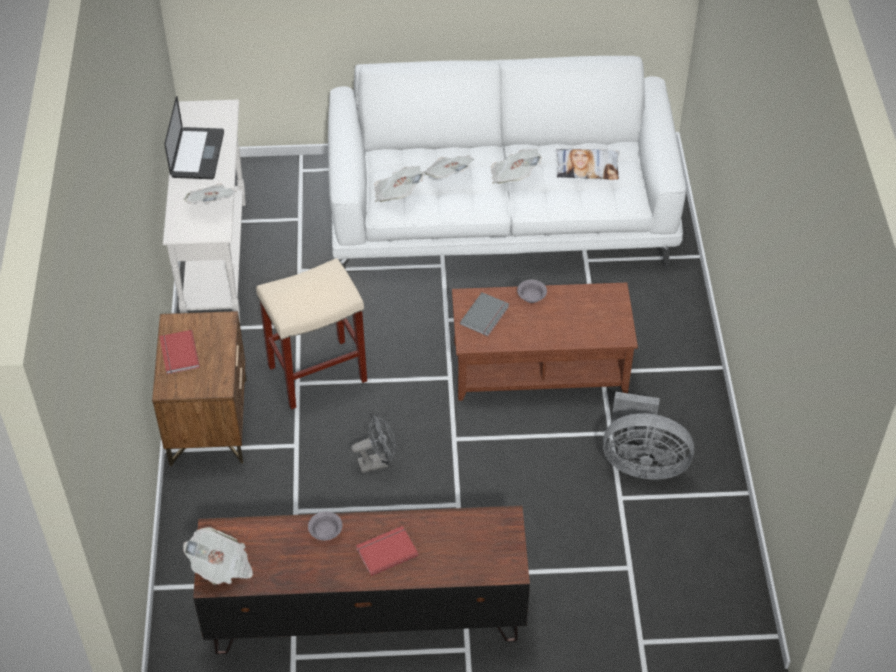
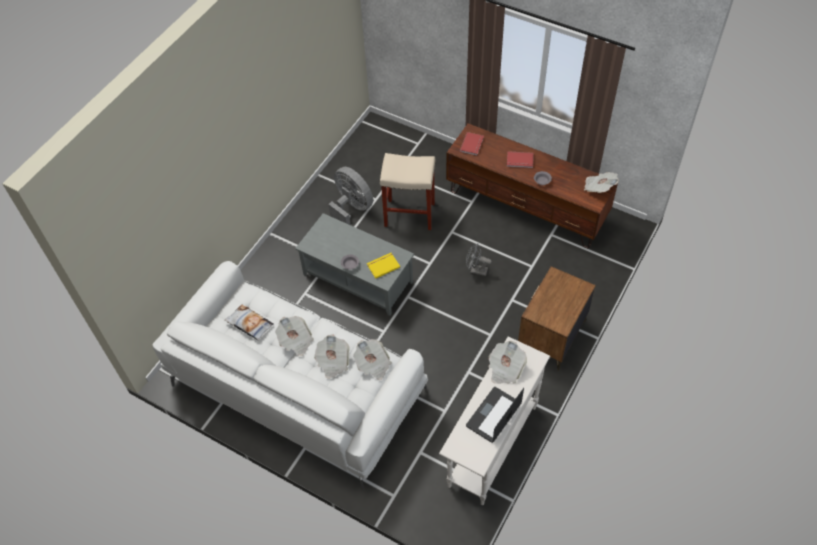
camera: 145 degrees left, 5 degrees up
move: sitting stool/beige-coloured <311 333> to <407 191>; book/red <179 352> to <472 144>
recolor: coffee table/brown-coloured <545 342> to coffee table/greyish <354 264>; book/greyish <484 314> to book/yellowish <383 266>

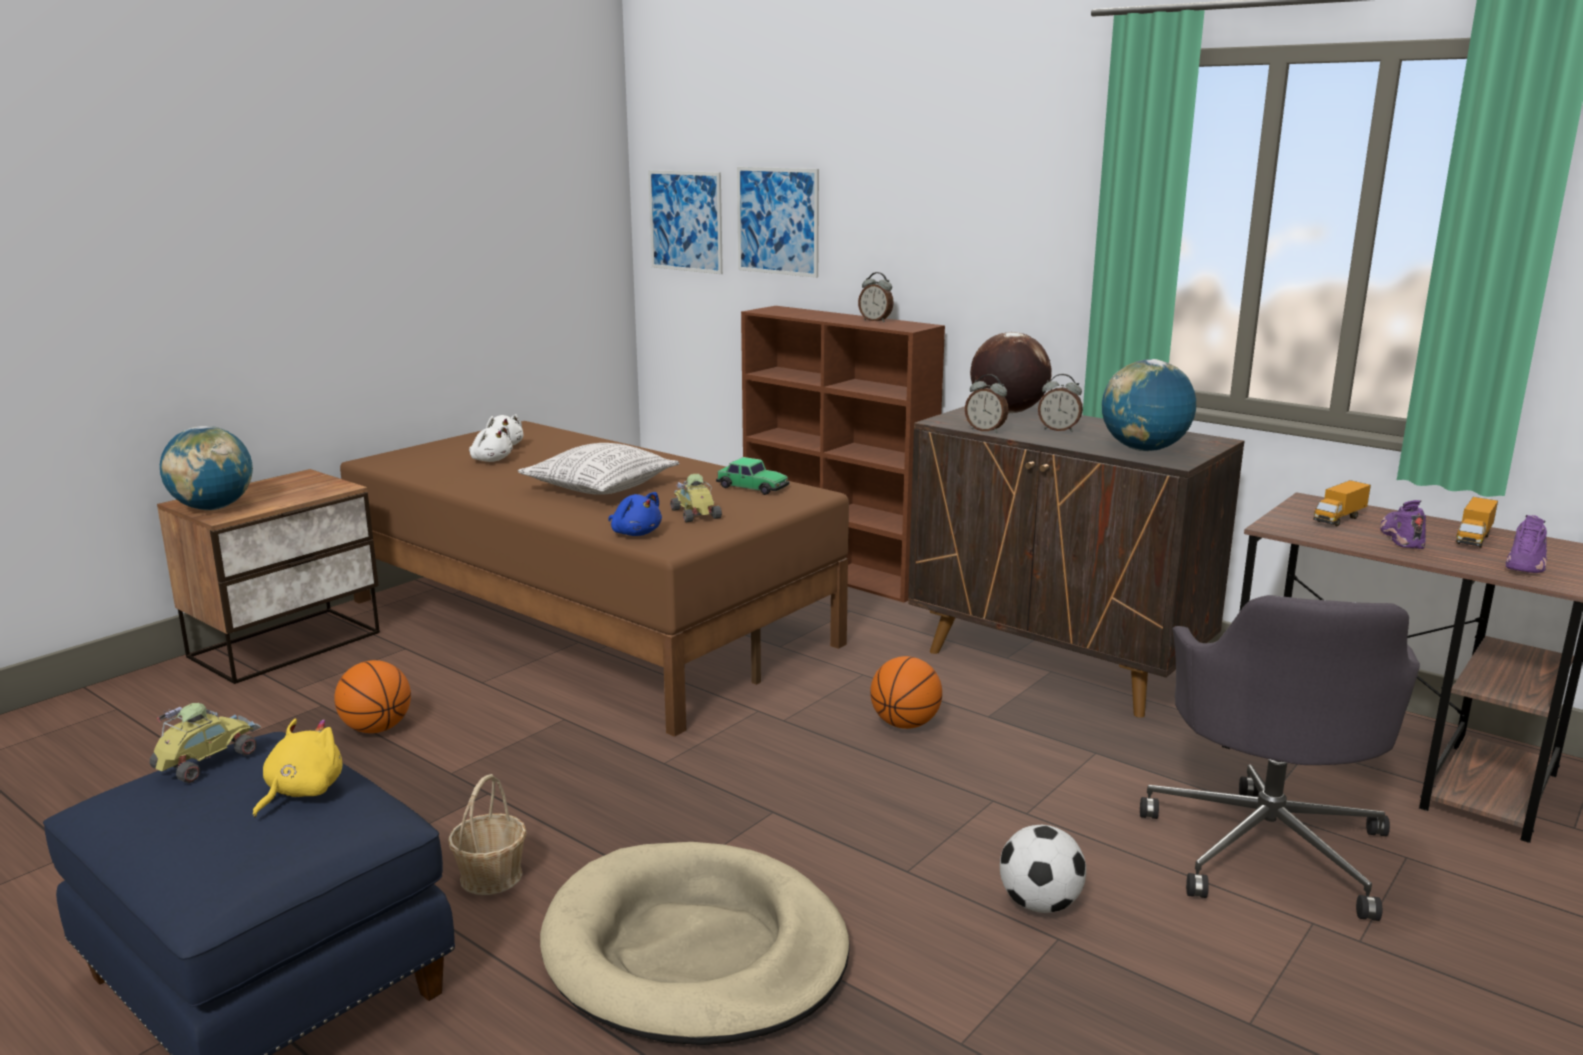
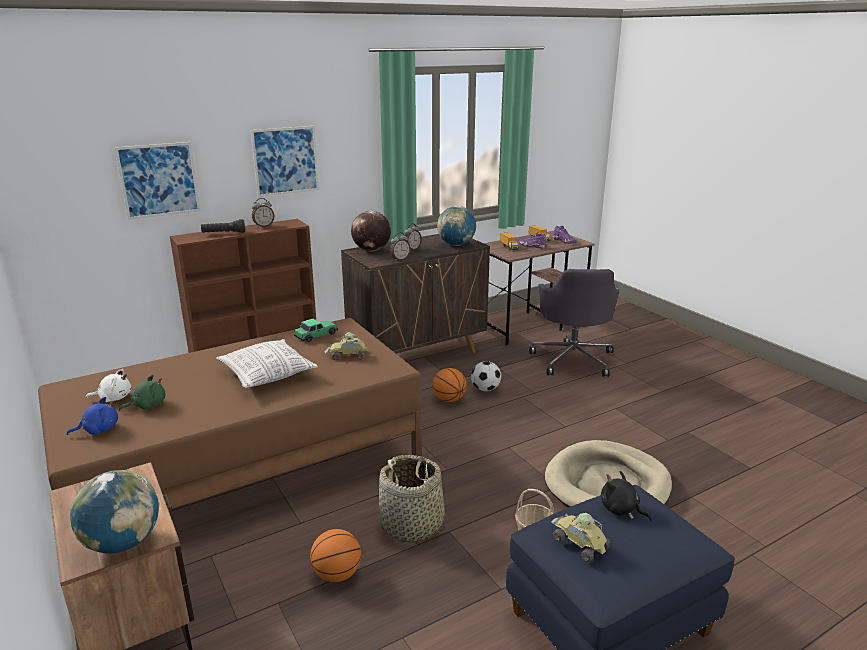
camera: 70 degrees left, 5 degrees up
insert: torch/black <223 226>; household basket <413 499>
move: wall picture <685 222> to <285 161>; soft toy/blue-coloured <635 514> to <92 416>; ball for football <1043 869> to <486 376>
recolor: soft toy/whitish <491 443> to soft toy/green <142 393>; soft toy/yellowish <298 768> to soft toy/black <626 496>
rotate: computer chair/greyish <1280 758> = <574 323> 60 degrees clockwise

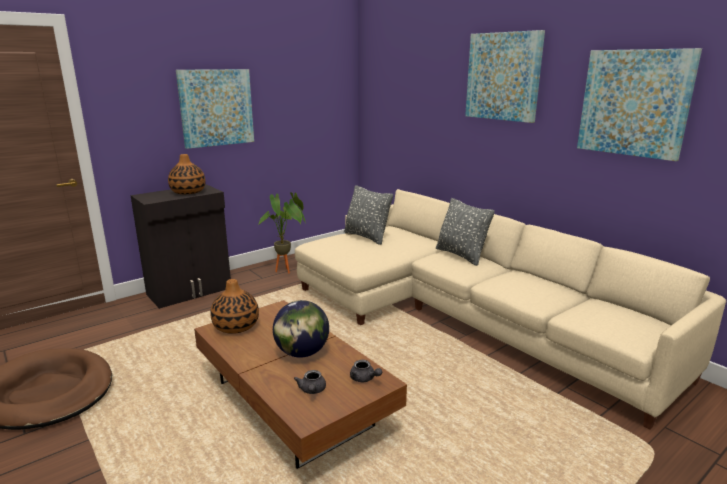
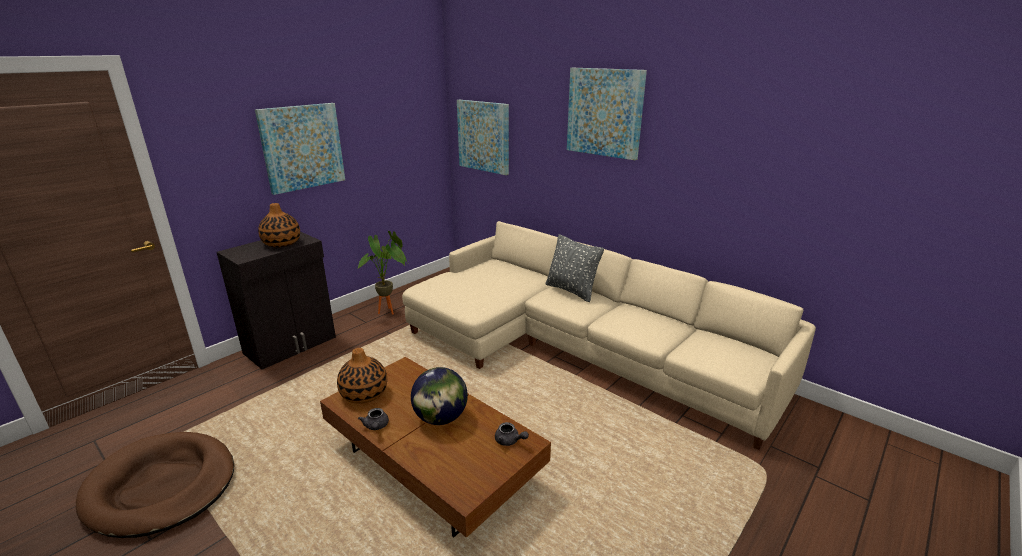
camera: 10 degrees left, 5 degrees up
delete: pillow/greyish <368 215>
move: wall picture <639 104> to <483 137>; pot for tea/greyish <310 382> to <373 419>

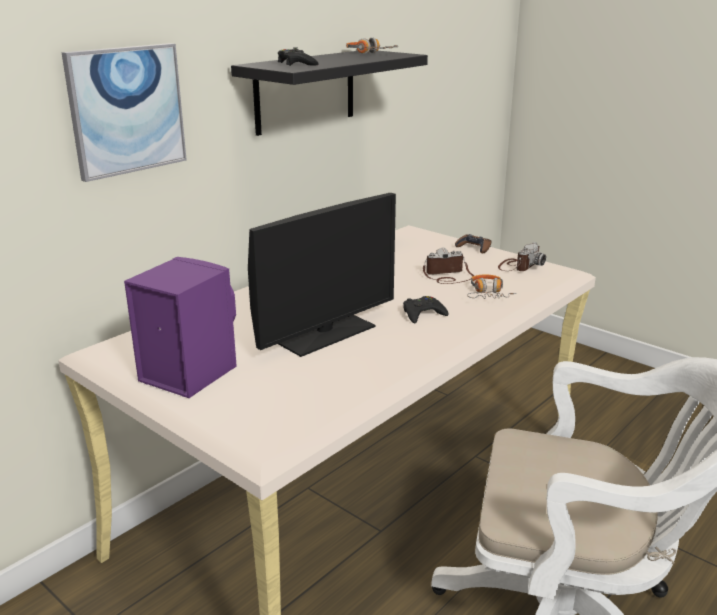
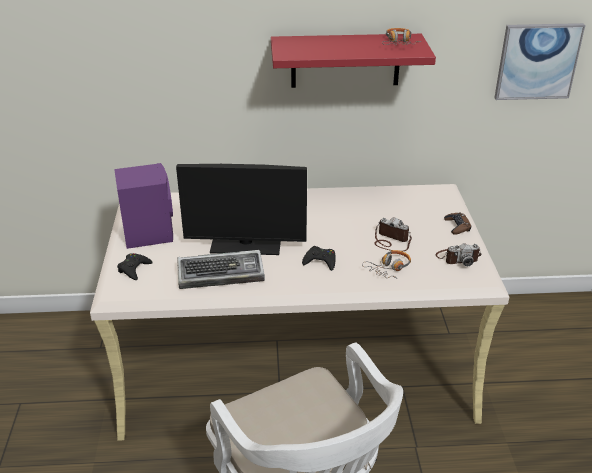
camera: 45 degrees right, 10 degrees up
insert: PC keyboard <221 269>
move: wall picture <124 112> to <539 61>; gamepad/black <298 56> to <135 266>
recolor: shelf/black <329 93> to shelf/red <353 61>

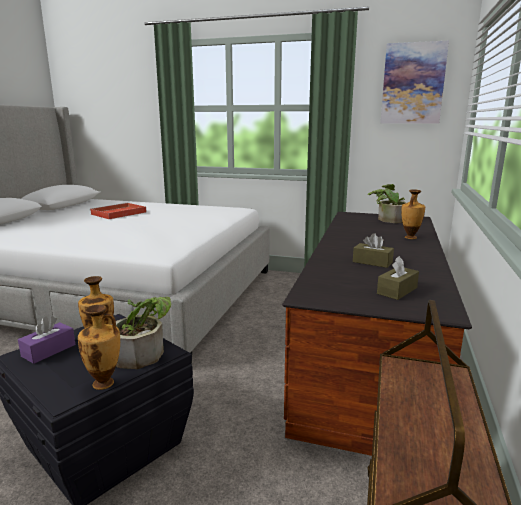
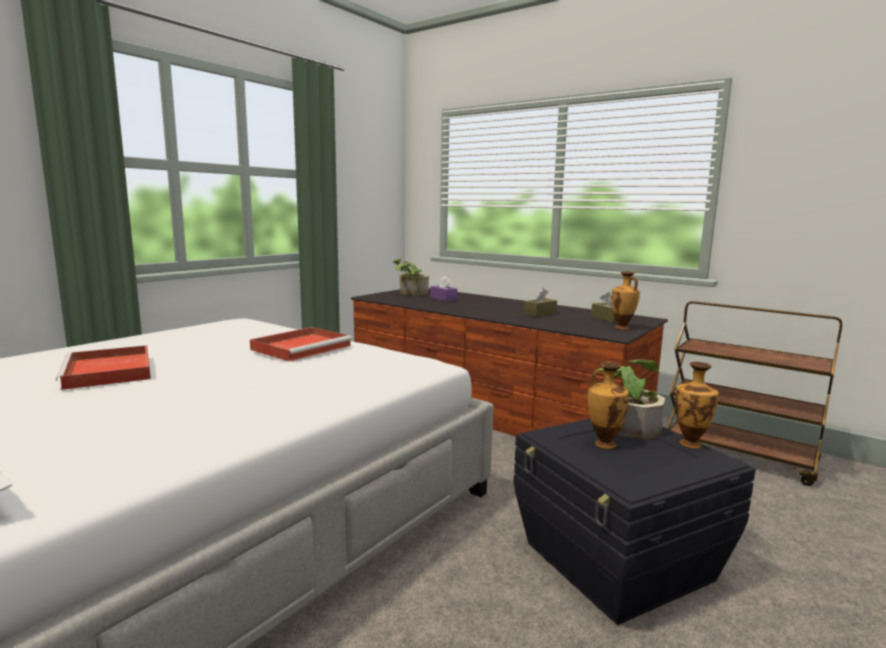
camera: 70 degrees left, 5 degrees down
delete: wall picture <415 82>
insert: carrying tray/red <301 344>
move: vase <413 214> to <626 300>; box of tissues/purple-coloured <46 340> to <444 289>

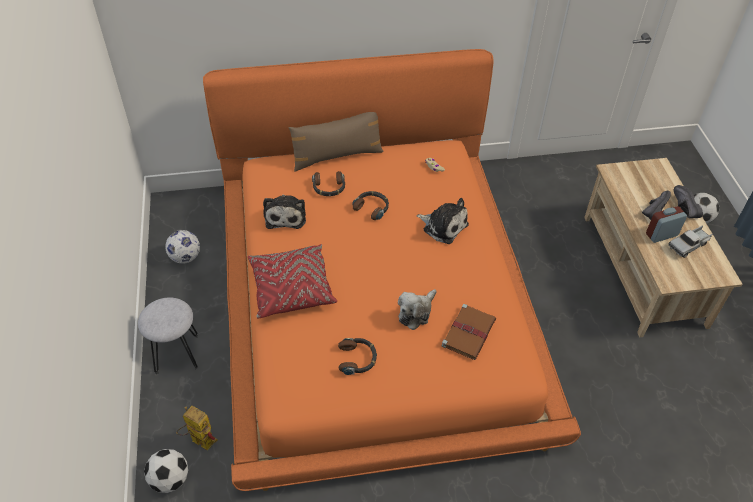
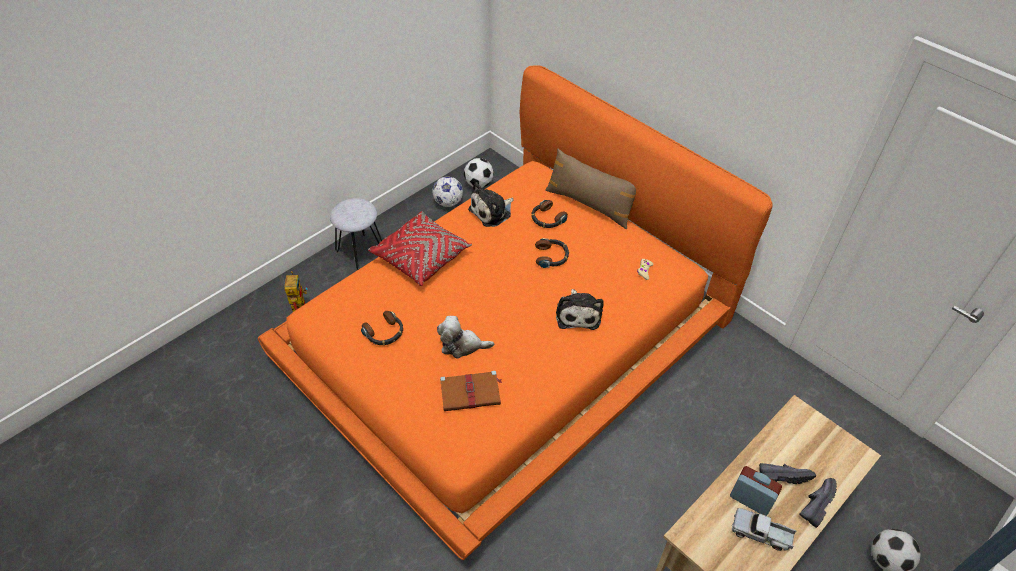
camera: 55 degrees right, 0 degrees up
move: ball for football <166 471> to <479 173>

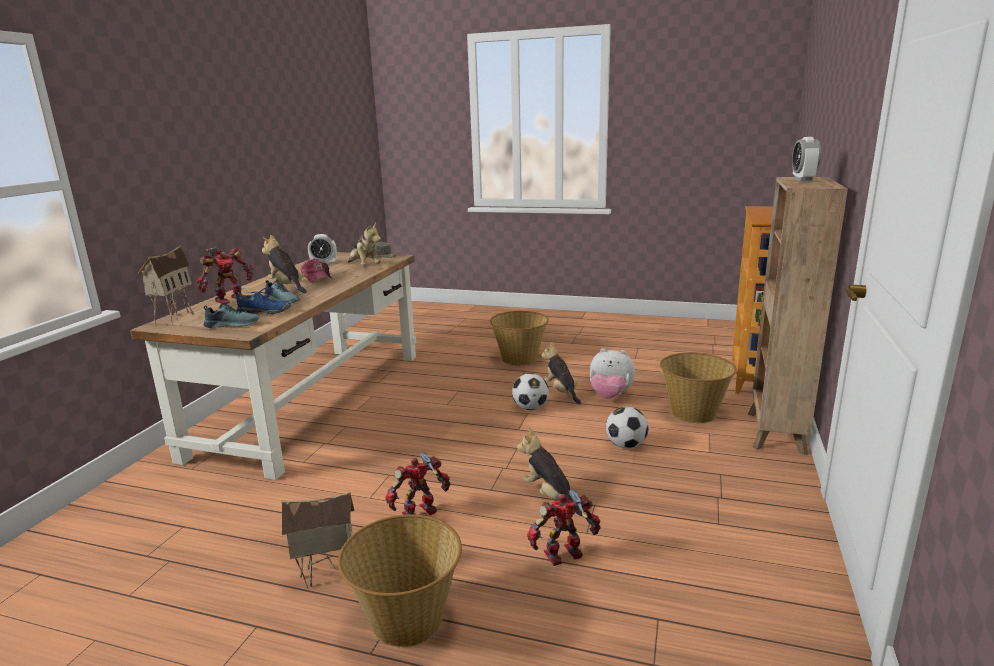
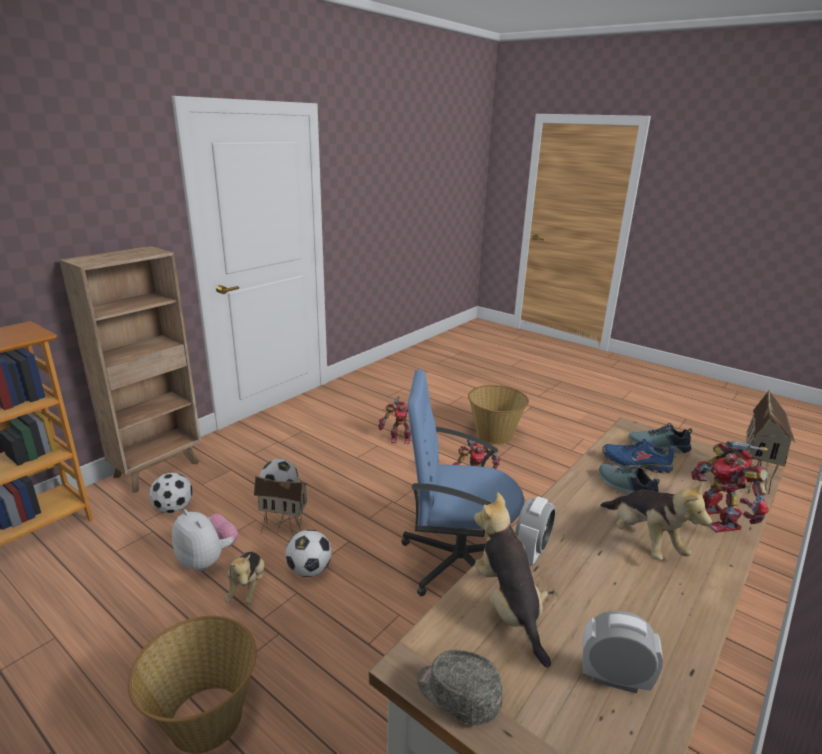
camera: 160 degrees left, 5 degrees up
delete: baseball cap <317 270>; soft toy <549 472>
insert: computer chair/blue-coloured <462 482>
move: bedside clock <806 159> to <535 530>; miniature house <317 540> to <281 506>
replace: household basket <698 388> to ball for football <170 493>
rotate: model robot <224 276> = <730 486> 75 degrees counterclockwise

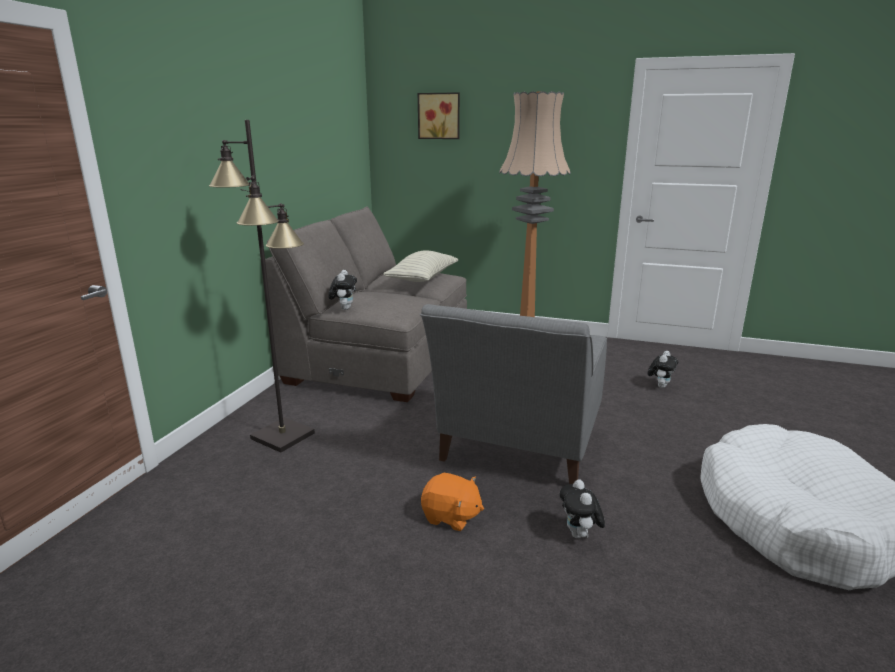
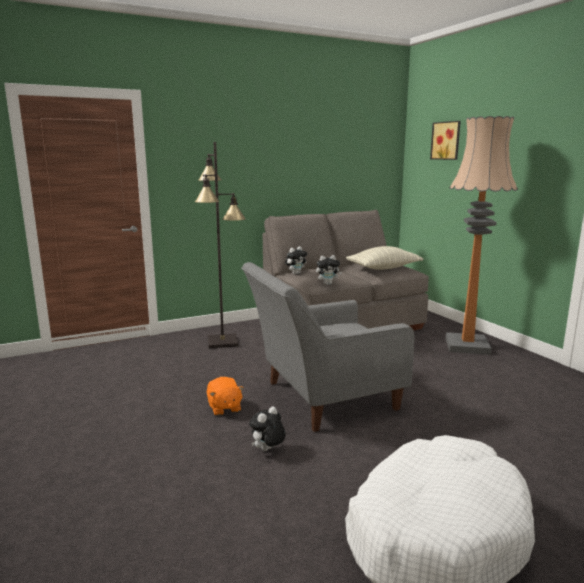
camera: 45 degrees right, 5 degrees down
move: soft toy <662 369> to <329 270>

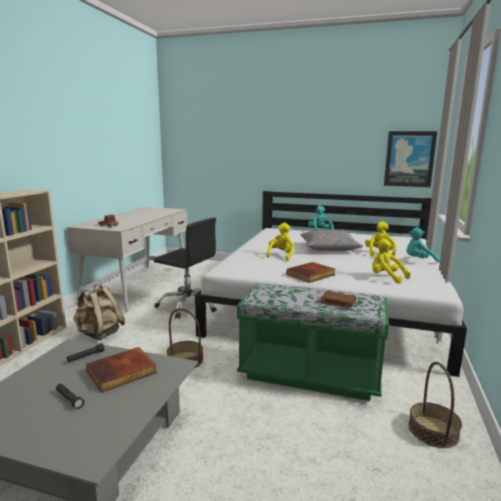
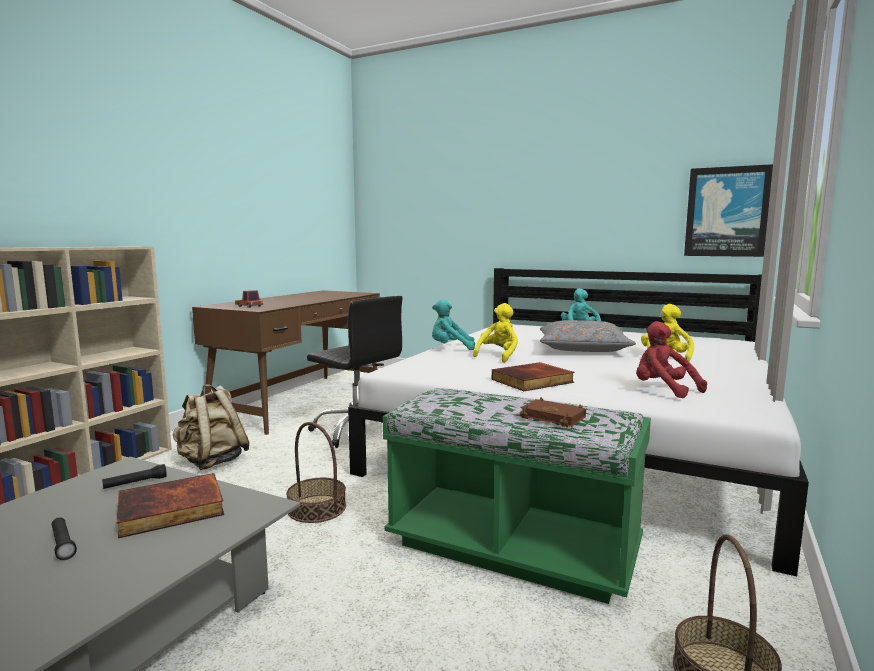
camera: 10 degrees right, 5 degrees down
move: soft toy/turquoise-coloured <423 244> to <453 324>
recolor: desk unit/whitish <127 259> to desk unit/brown-coloured <286 362>; soft toy/yellowish <392 261> to soft toy/red <671 359>

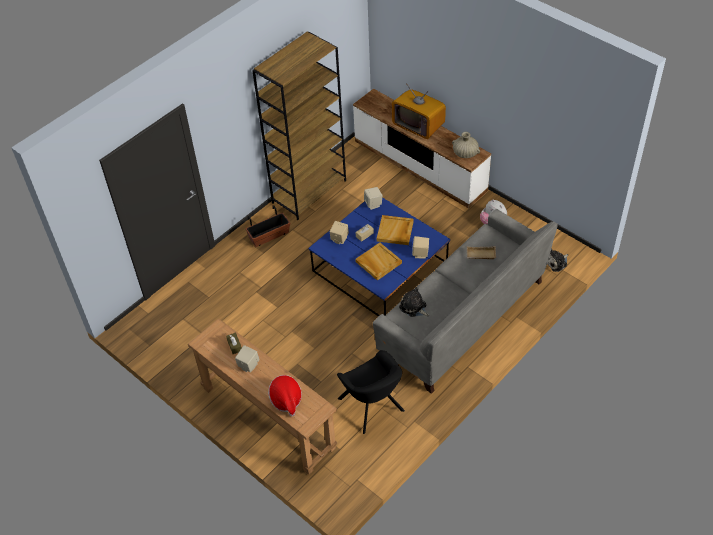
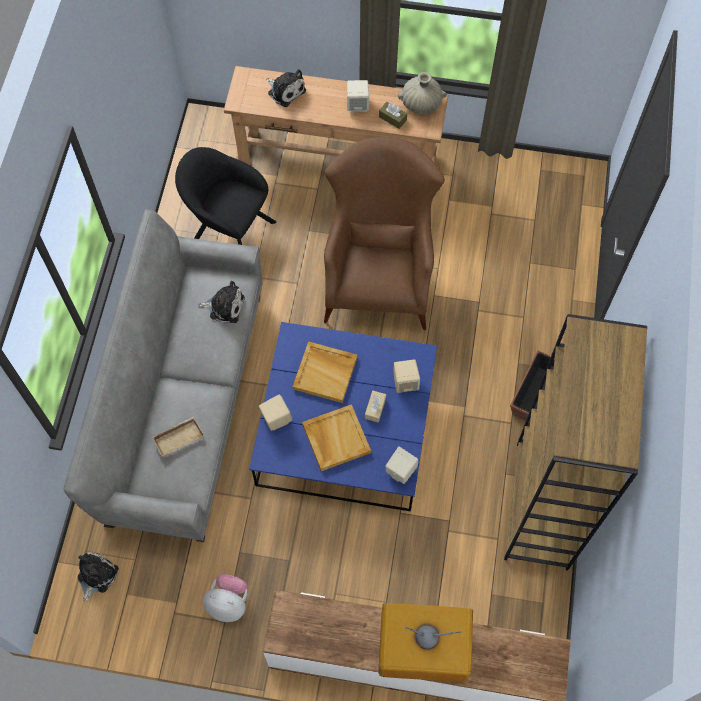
camera: 145 degrees right, 15 degrees up
insert: armchair/brown-coloured <384 233>
move: vase/beige-coloured <466 145> to <422 93>
replace: hat <285 395> to soft toy <286 88>

